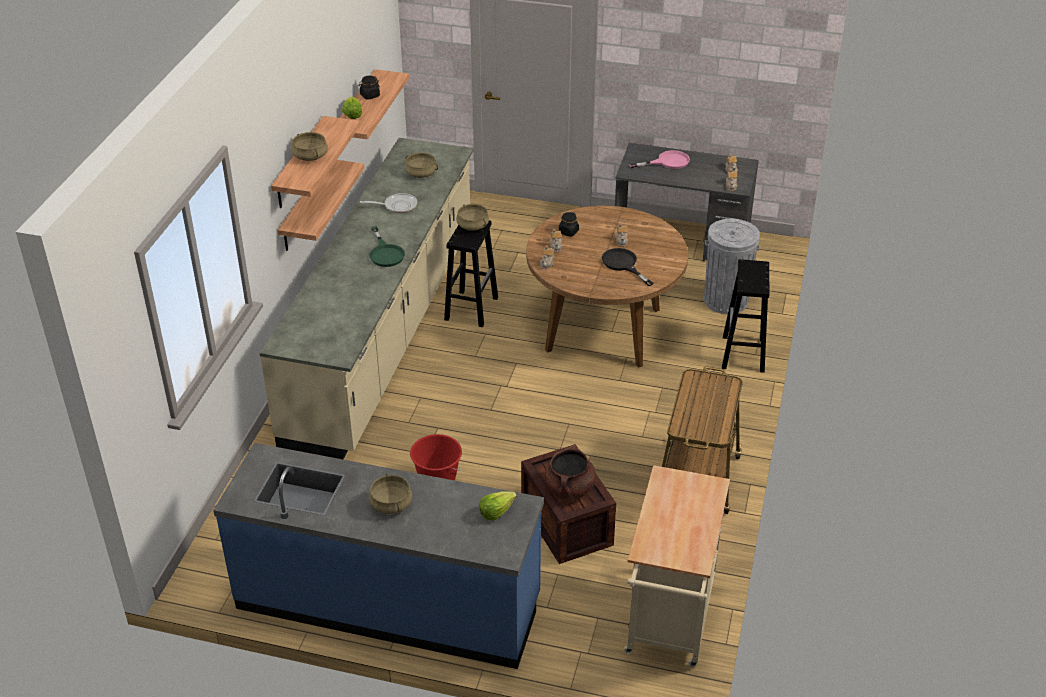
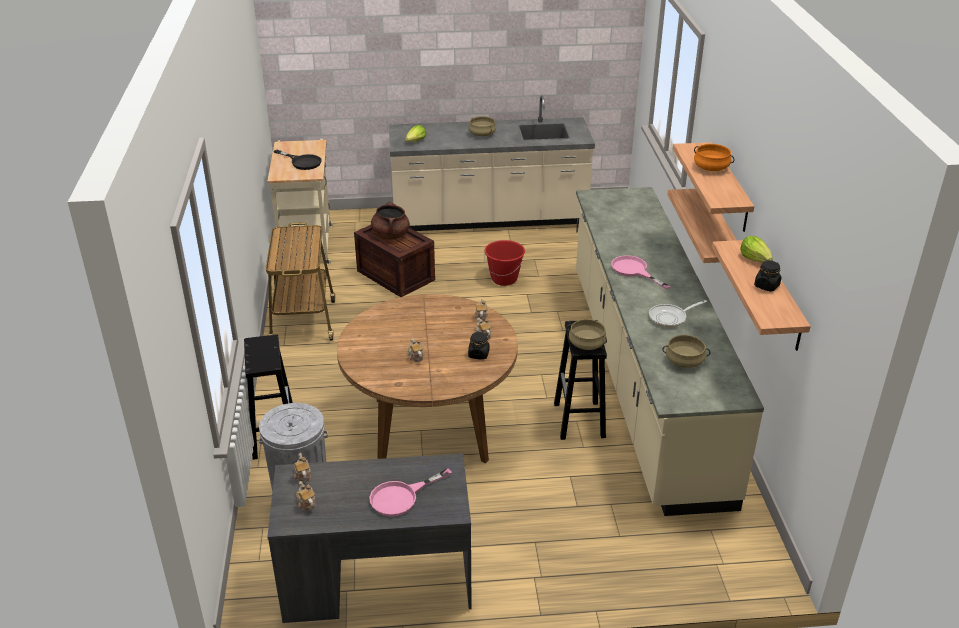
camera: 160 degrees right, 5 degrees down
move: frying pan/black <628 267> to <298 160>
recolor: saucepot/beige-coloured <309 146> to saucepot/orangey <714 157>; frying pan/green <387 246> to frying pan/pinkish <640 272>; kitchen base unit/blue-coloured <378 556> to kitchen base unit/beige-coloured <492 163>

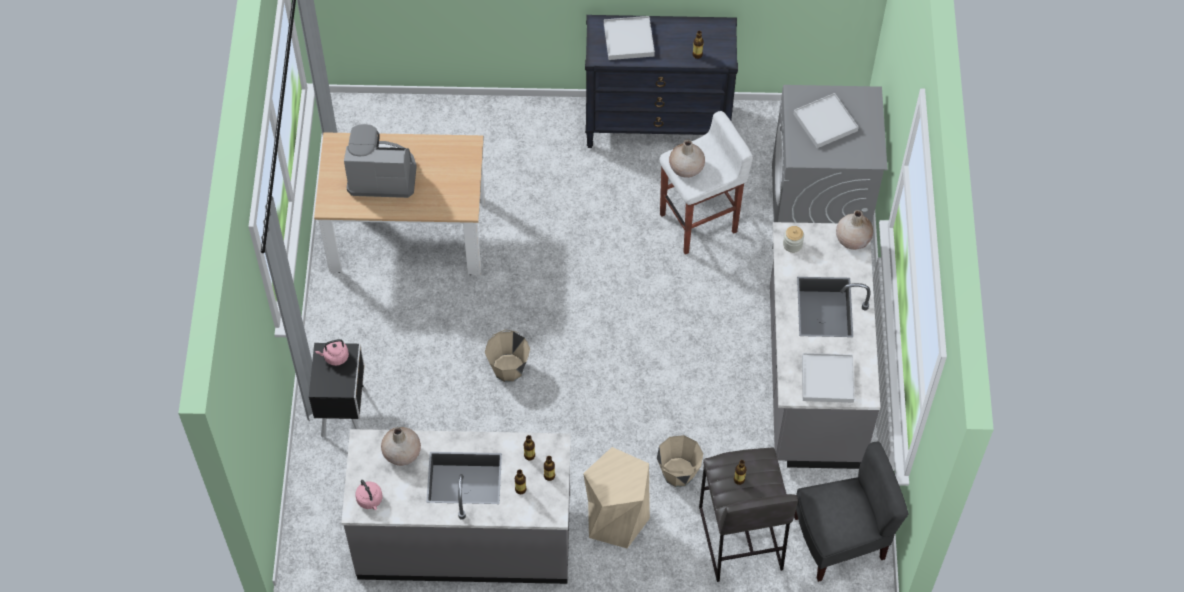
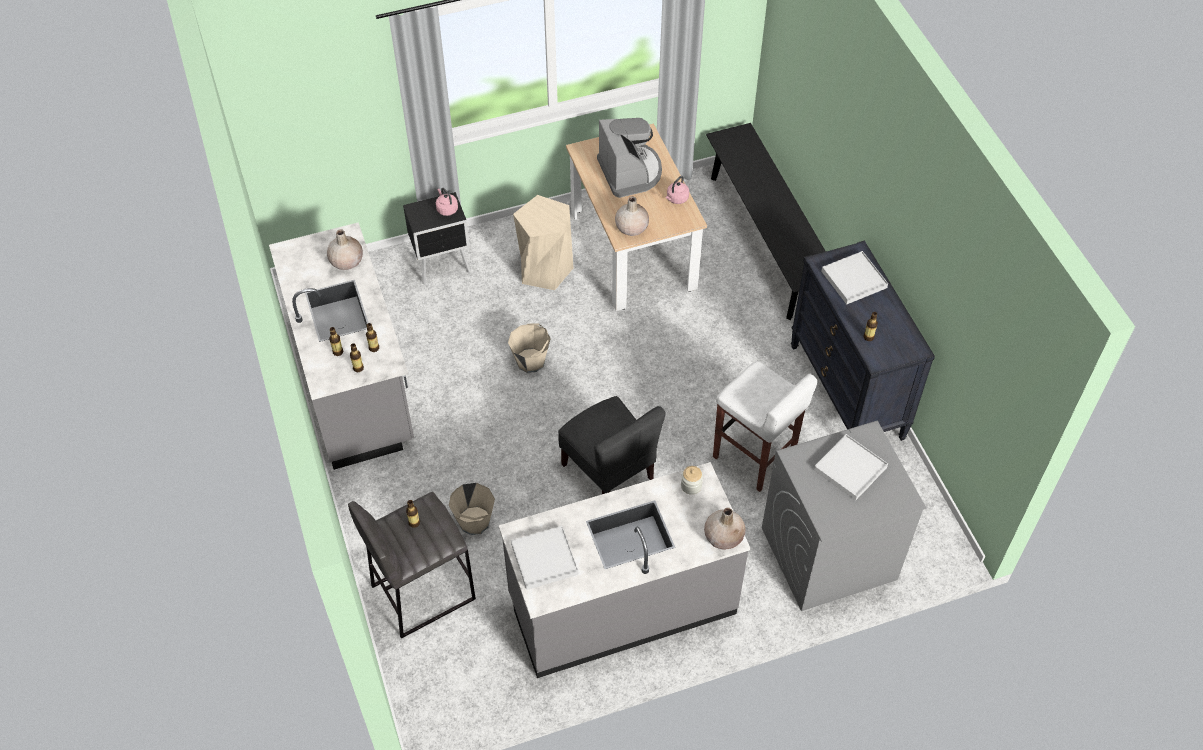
camera: 70 degrees right, 5 degrees down
insert: bench/black <766 221>
move: vase/beige-coloured <687 158> to <632 216>; chair/greyish <851 512> to <612 445>; sitting stool/beige-coloured <616 497> to <543 242>; tea kettle/pinkish <368 495> to <677 190>

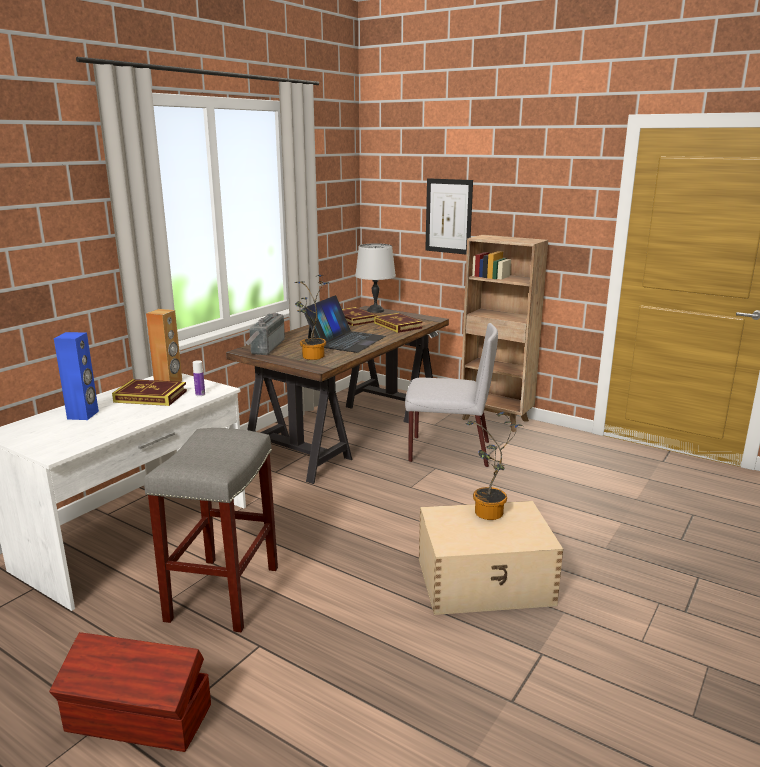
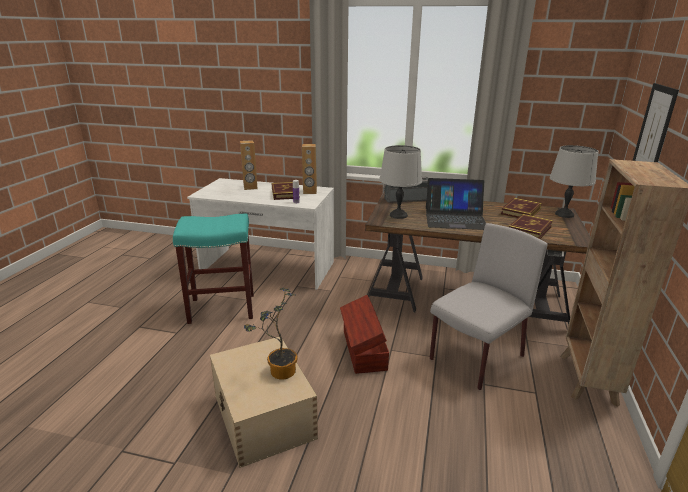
camera: 70 degrees right, 5 degrees up
move: storage container/brown-coloured <130 692> to <364 334>
replace: houseplant <311 317> to tabletop lamp/greyish <400 182>
recolor: speaker/blue-coloured <76 376> to speaker/brown-coloured <249 165>; sitting stool/greyish <211 530> to sitting stool/turquoise-coloured <213 269>
rotate: chair/greyish <451 395> = <488 306> 120 degrees counterclockwise

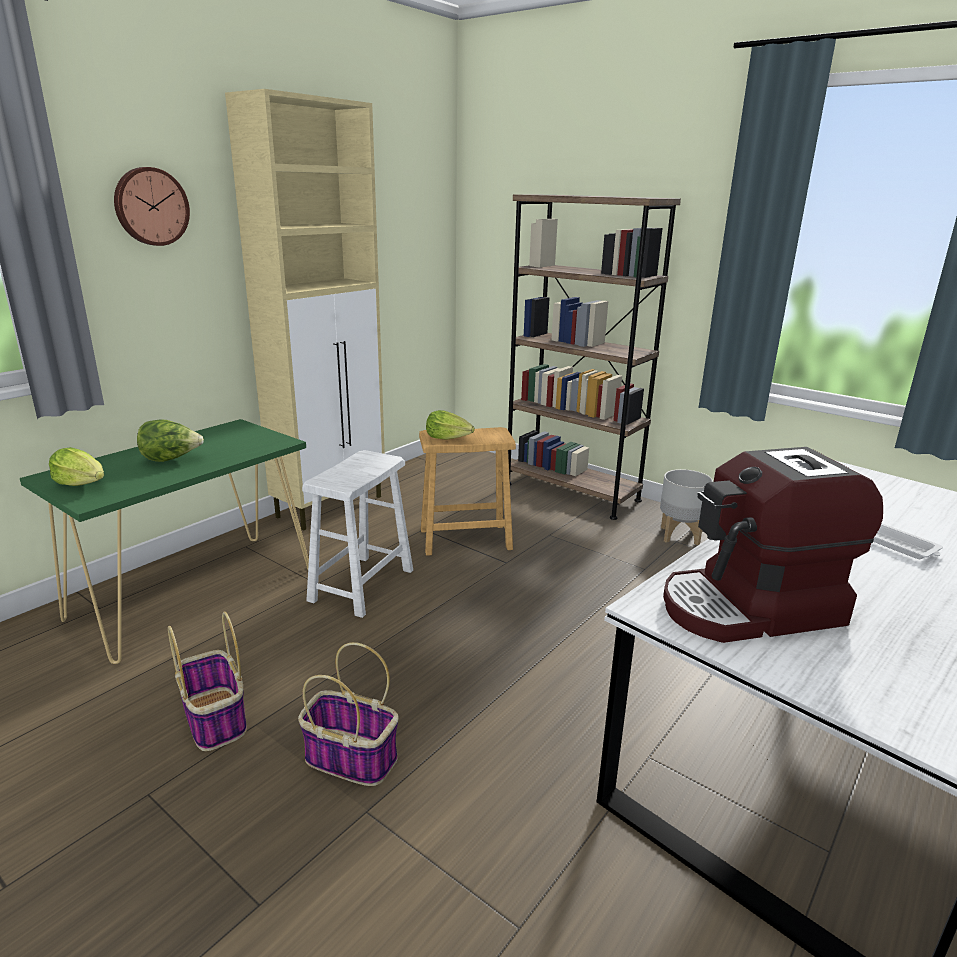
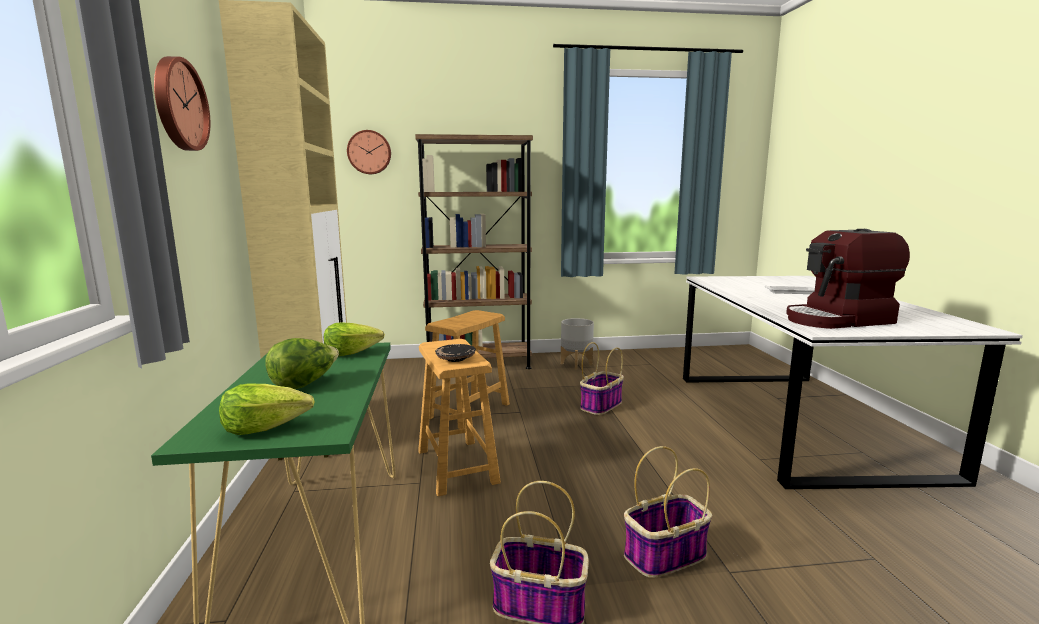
camera: 45 degrees left, 10 degrees down
insert: clock on the wall <369 152>; household basket <602 378>; plate/black <455 353>
move: lettuce head <450 425> to <354 339>
recolor: sitting stool/whitish <357 534> to sitting stool/brown-coloured <459 417>
rotate: coffee maker <773 545> = <848 279> 45 degrees clockwise

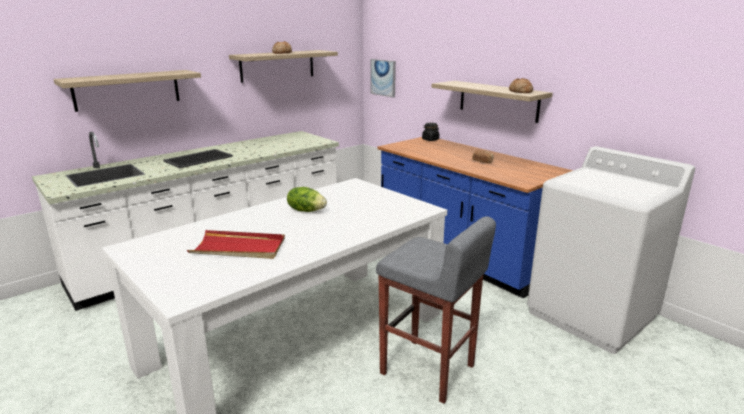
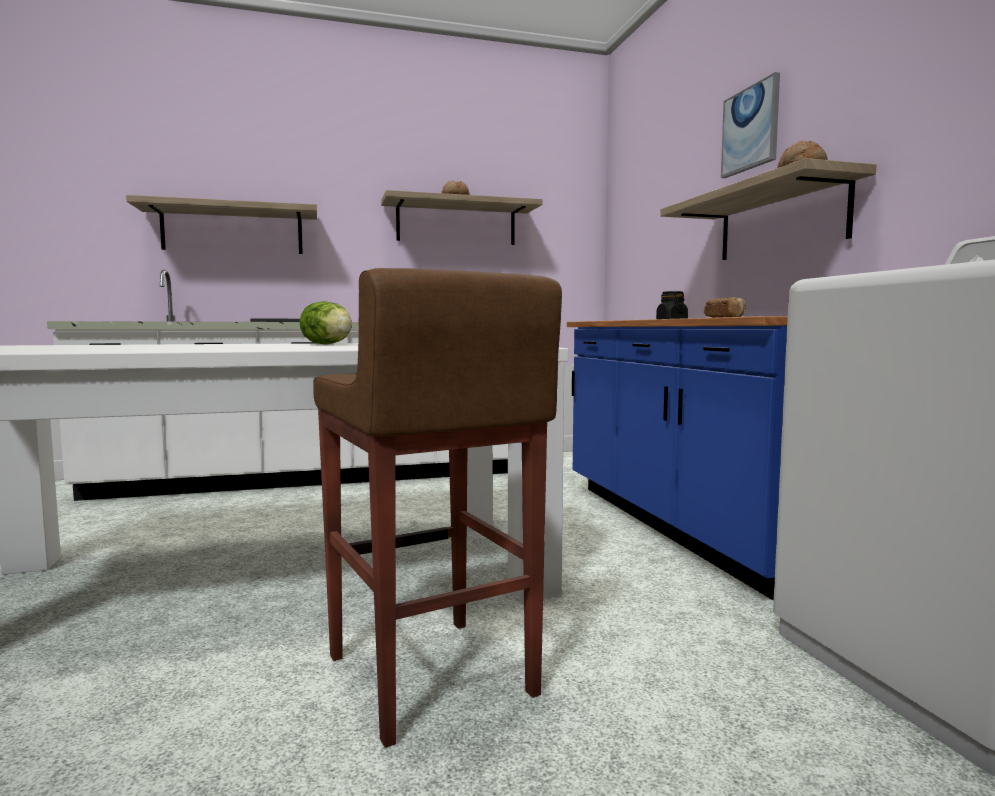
camera: 25 degrees right, 15 degrees down
delete: carrying tray/red <236 244>
move: wall picture <383 78> to <750 125>
recolor: sitting stool/greyish <436 310> to sitting stool/brown-coloured <437 508>

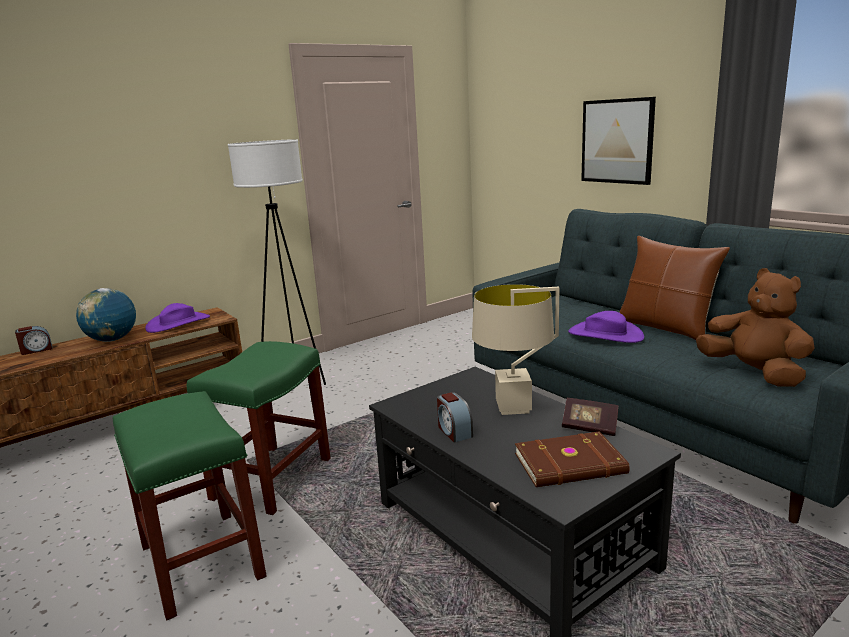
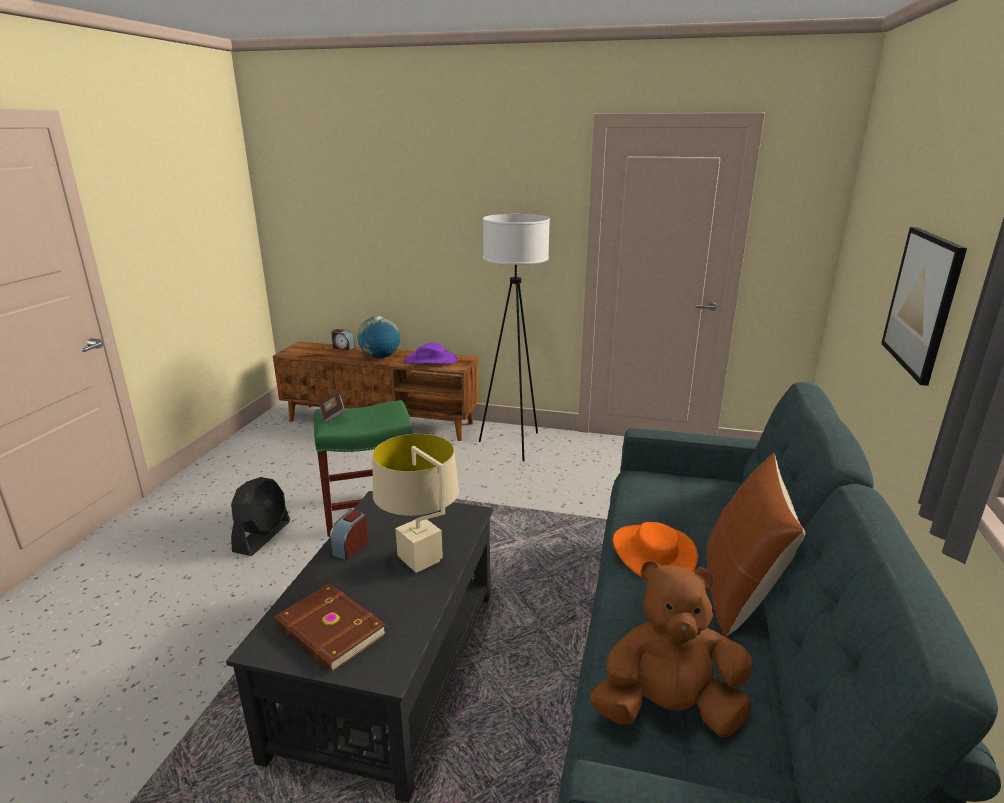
camera: 50 degrees right, 5 degrees up
move: book <590 417> to <332 407>
replace: sitting stool/green <190 505> to cooling fan/black <260 516>
recolor: hat/purple-coloured <606 327> to hat/orangey <655 549>
rotate: soft toy/brown-coloured <755 327> = <671 649> 105 degrees counterclockwise

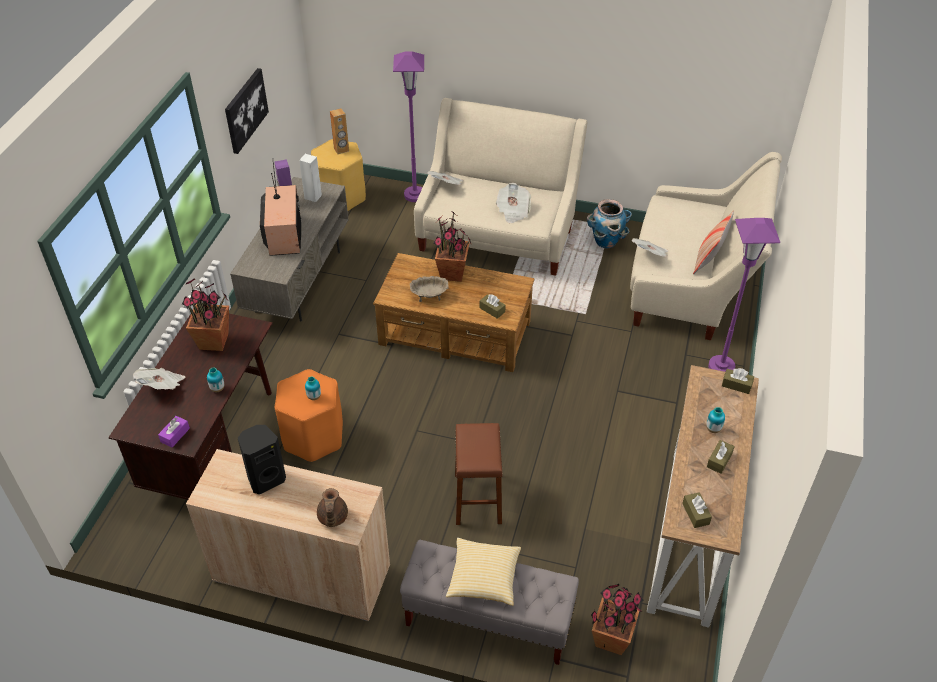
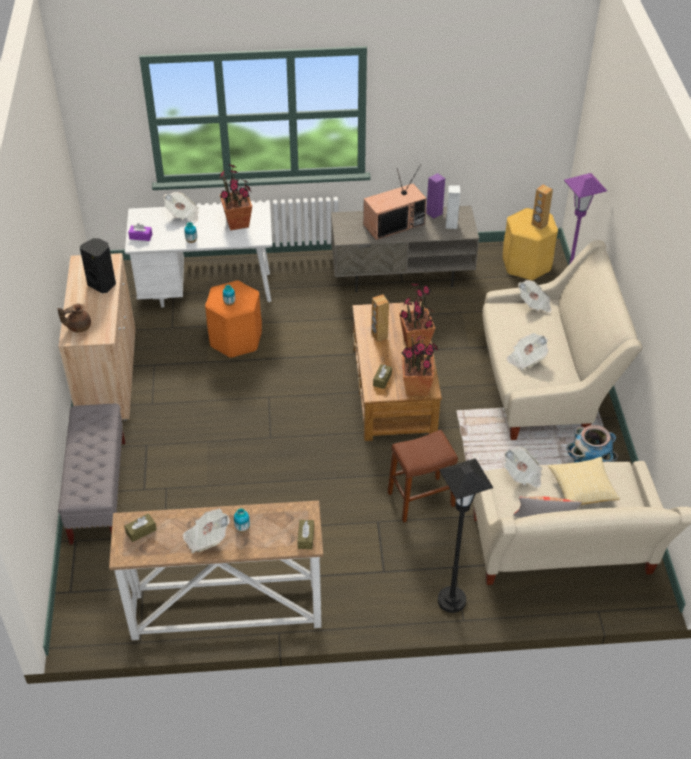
camera: 70 degrees right, 0 degrees up
delete: wall picture <247 111>
move: sitting stool/brown-coloured <479 474> to <423 476>; pillow <483 572> to <584 481>; houseplant <617 619> to <419 365>
replace: serving bowl/beige-coloured <429 289> to speaker/brown-coloured <380 317>; box of tissues/brown-coloured <721 457> to printed paper <206 531>
recolor: standard lamp/purple-coloured <744 295> to standard lamp/black <465 535>; desk unit/brown-coloured <190 407> to desk unit/whitish <198 255>

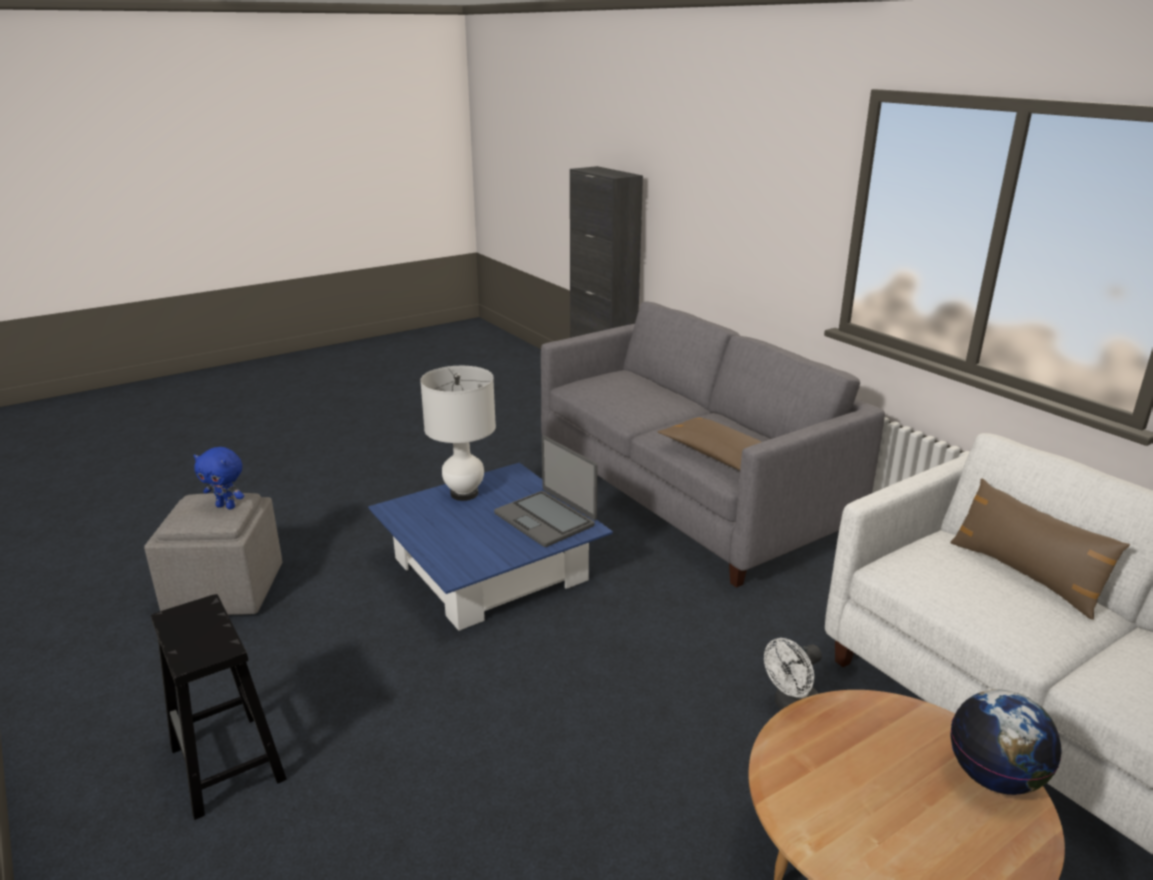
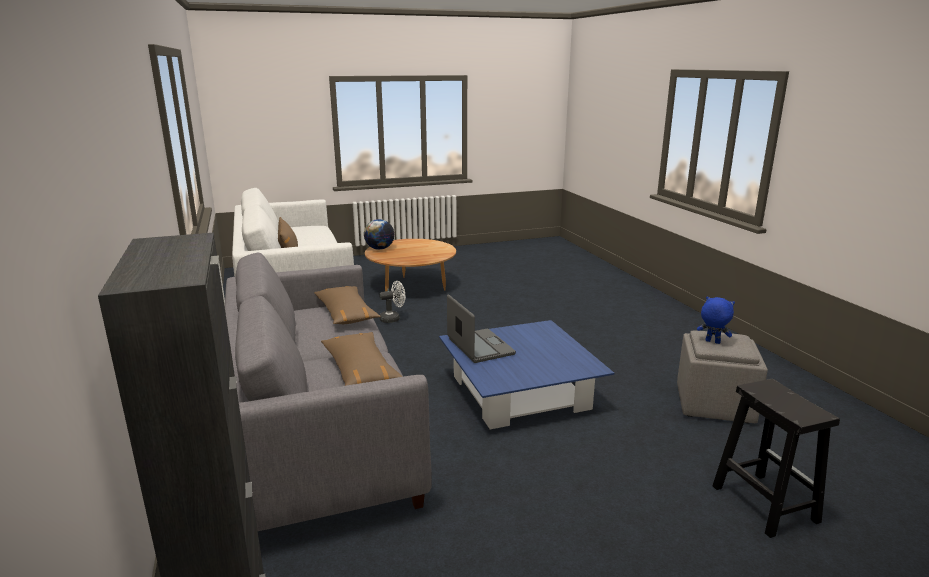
camera: 165 degrees left, 5 degrees down
delete: tabletop lamp/whitish <458 433>
insert: pillow/brown-coloured <362 359>
move: sitting stool/black <219 707> to <776 458>

